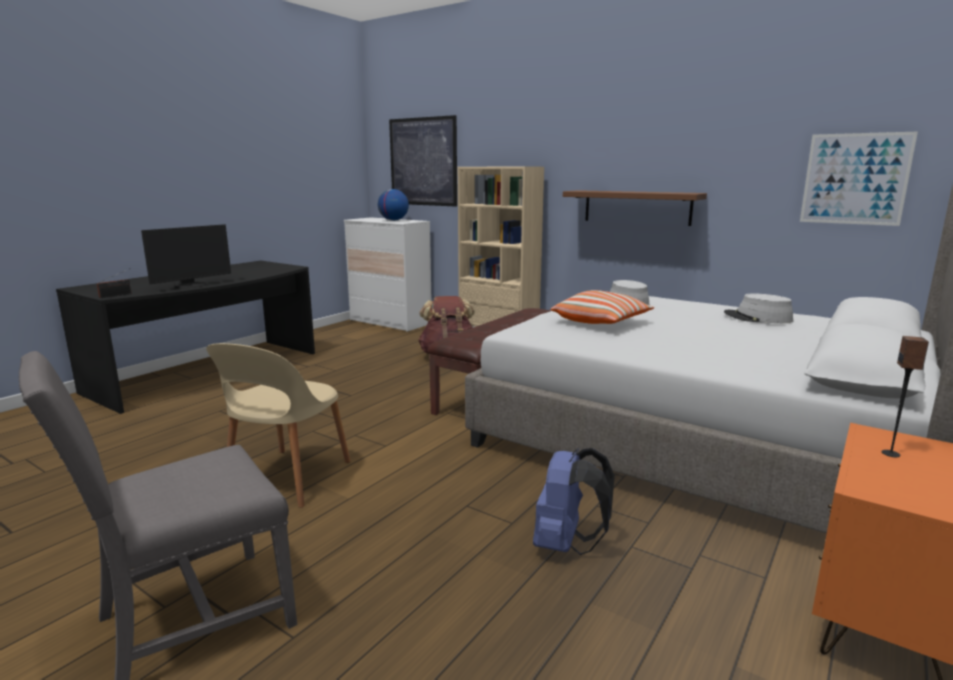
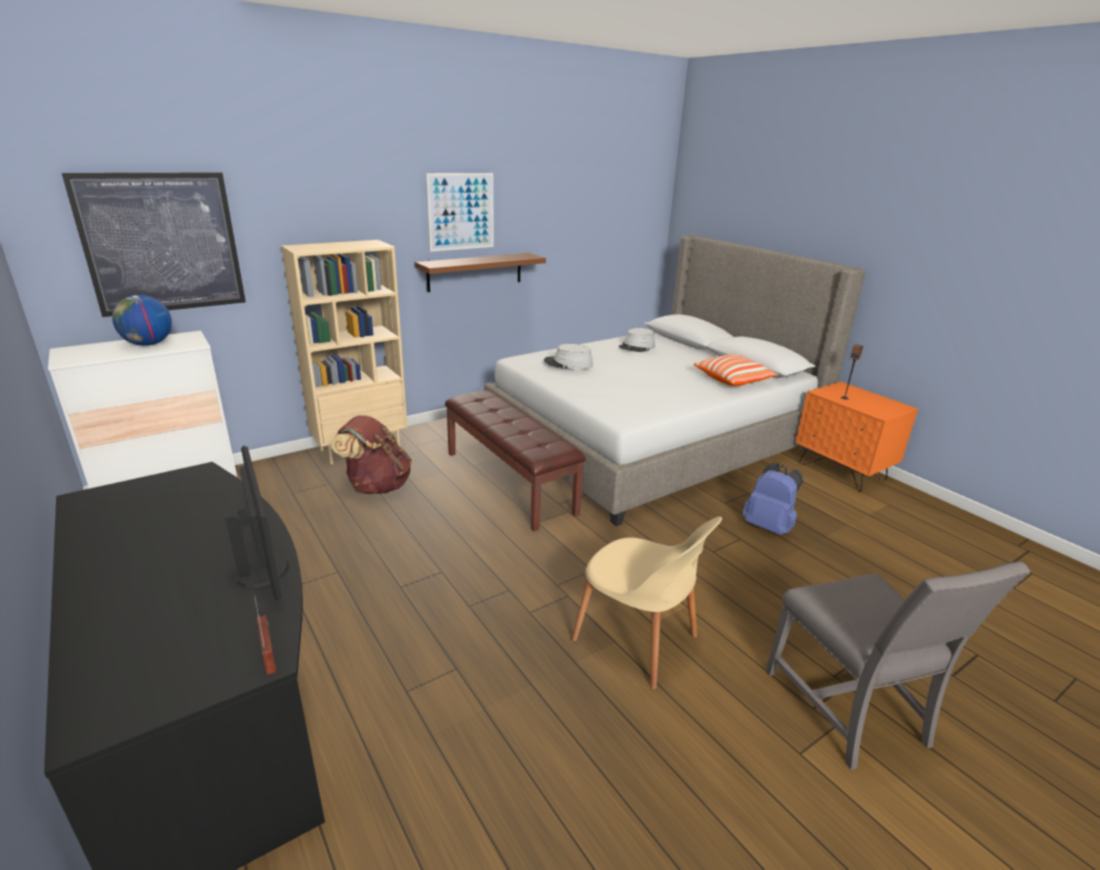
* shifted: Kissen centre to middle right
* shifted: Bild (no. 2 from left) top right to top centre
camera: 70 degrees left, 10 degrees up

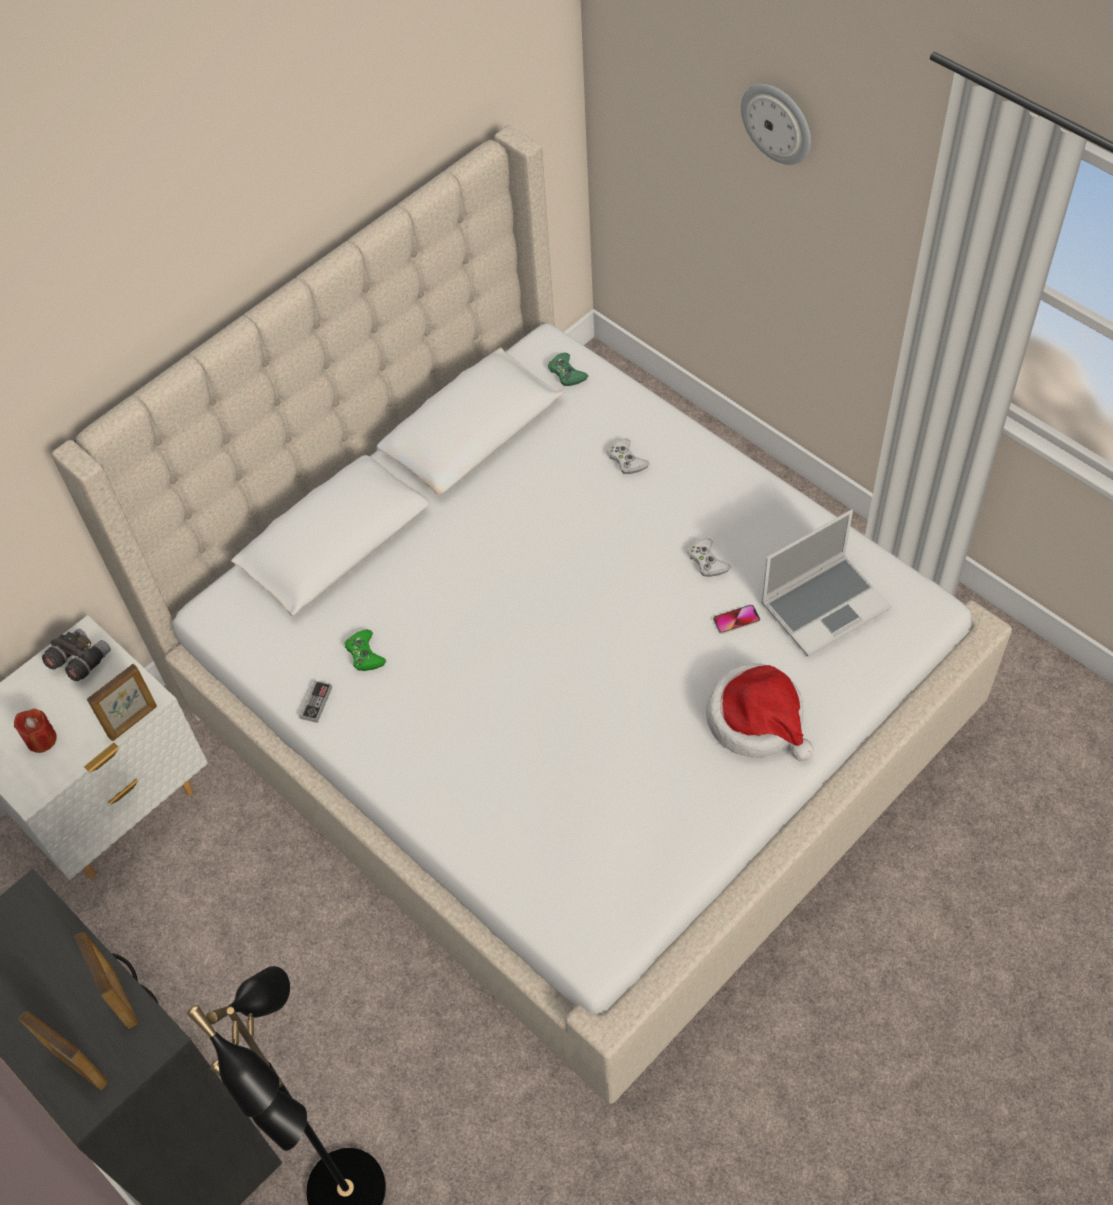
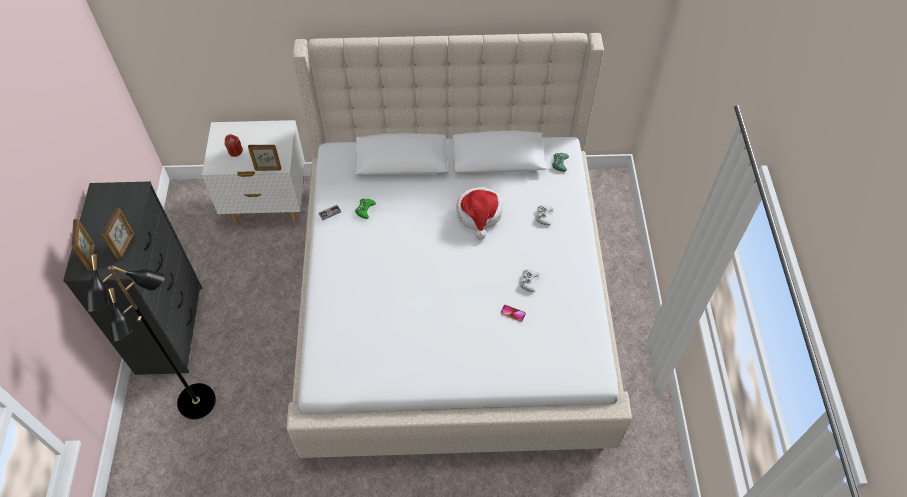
* gone: Fernglas (grau) middle left
* gone: Wanduhr top right
* gone: Laptop middle right
* shifted: Hut middle right to centre
camera: 40 degrees right, 0 degrees up

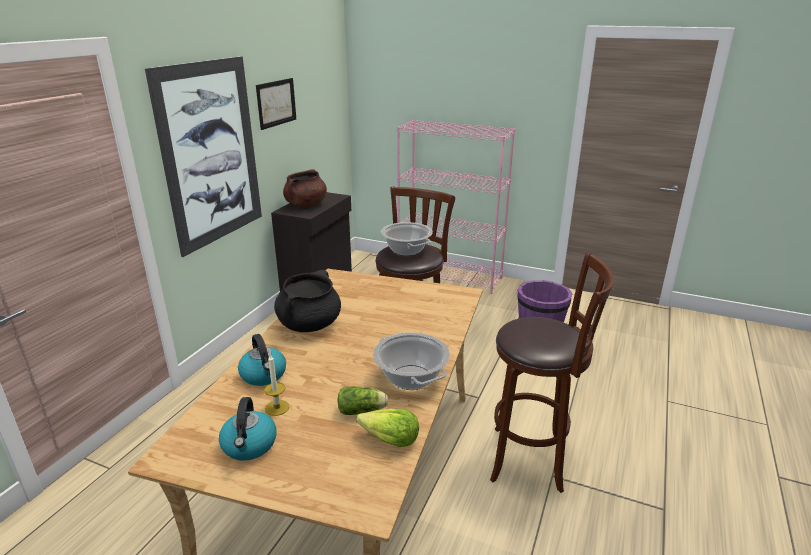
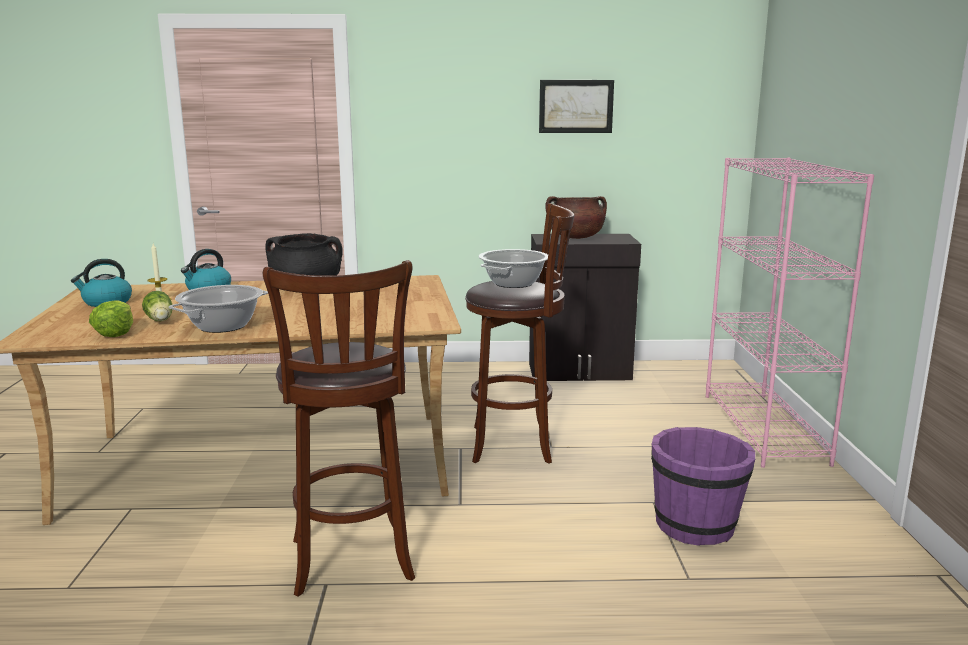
* gone: Bild (no. 1 from left) top left
camera: 65 degrees right, 10 degrees down

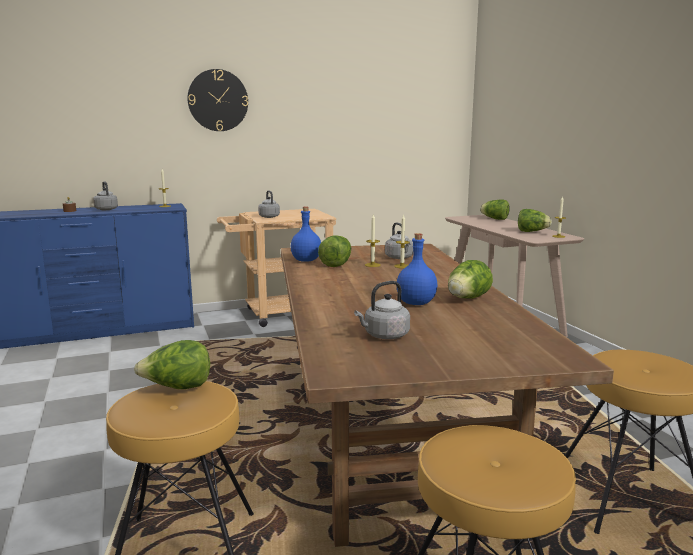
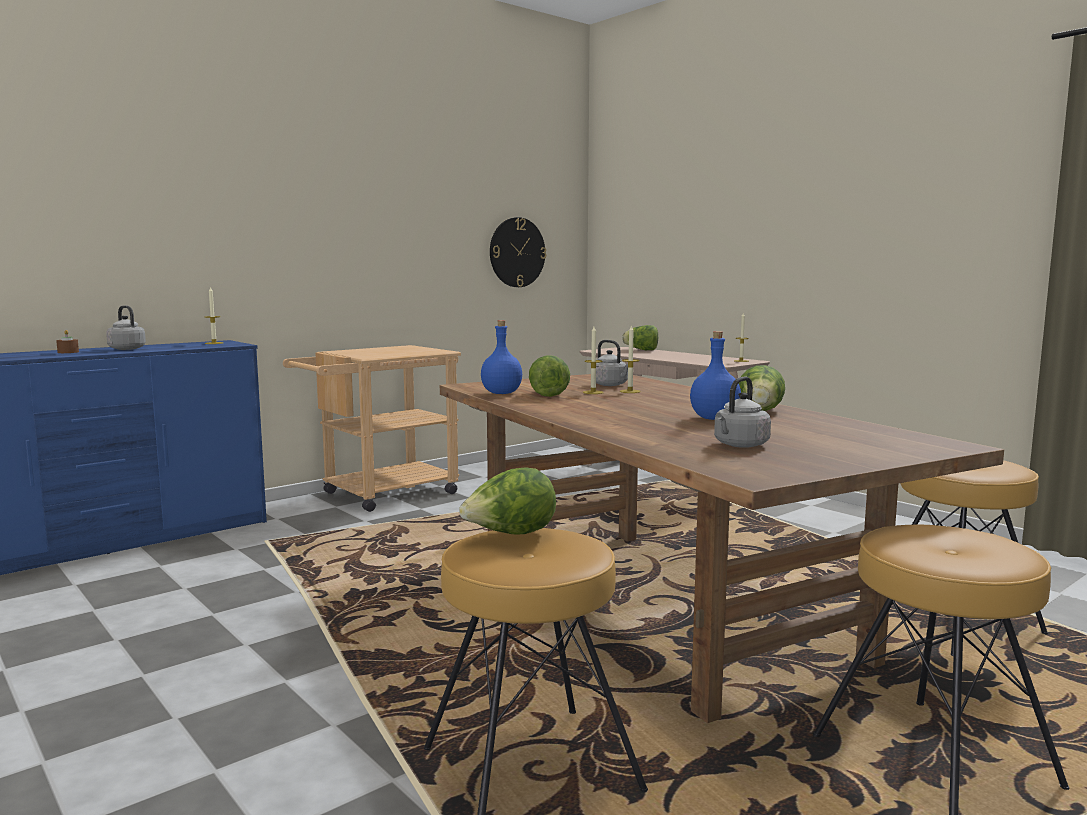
* gone: Wasserkessel (grau) (no. 2 from left) centre
* gone: Salatkopf (no. 5 from left) middle right
* shifted: Wanduhr top left to top centre
camera: 20 degrees left, 5 degrees down

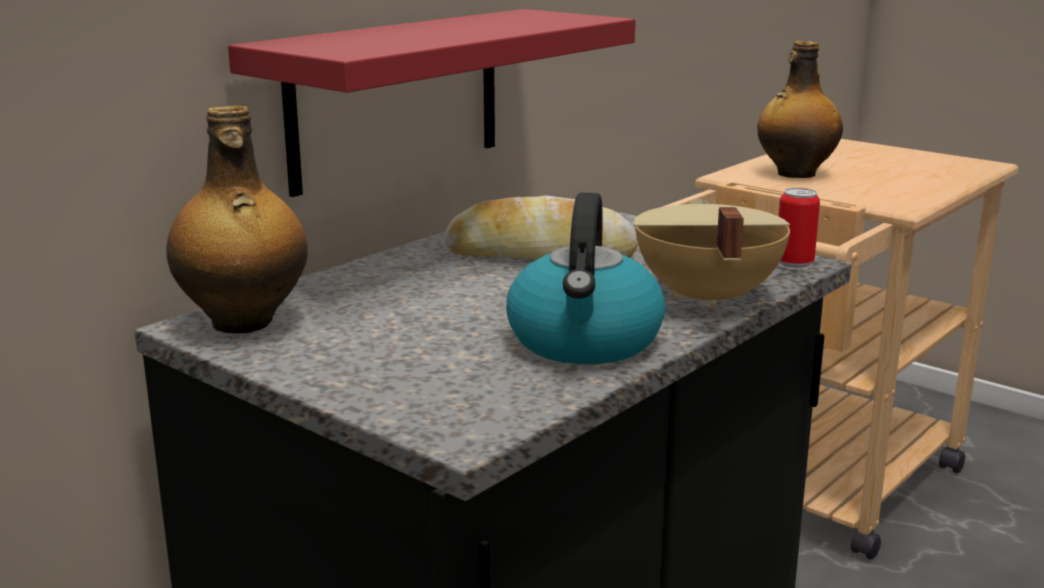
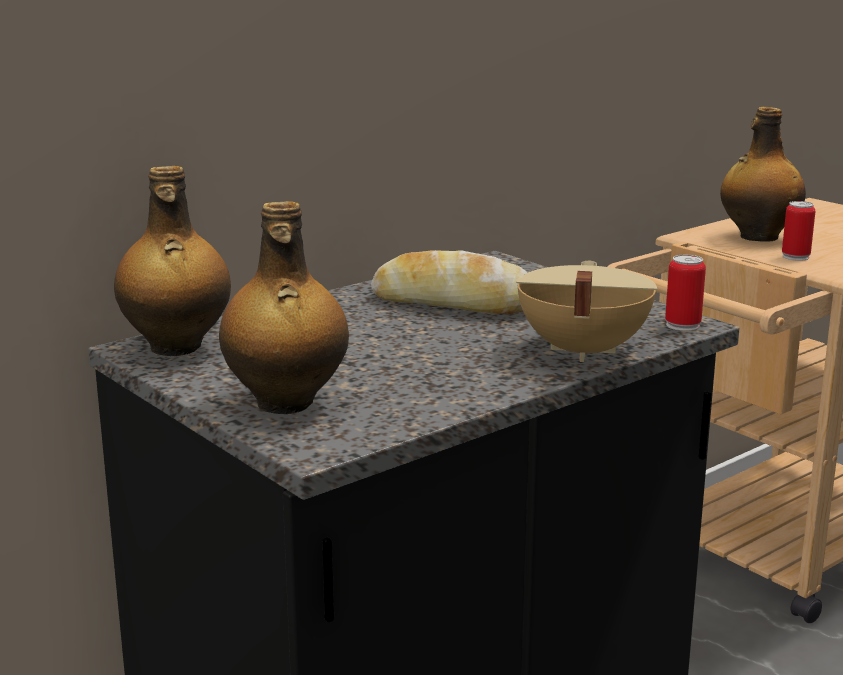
* gone: Wandregal (rot) top centre
* gone: Wasserkessel centre
* new: Flasche (no. 2 from left) centre
* new: Dose (no. 2 from left) middle right
camera: 10 degrees right, 0 degrees up

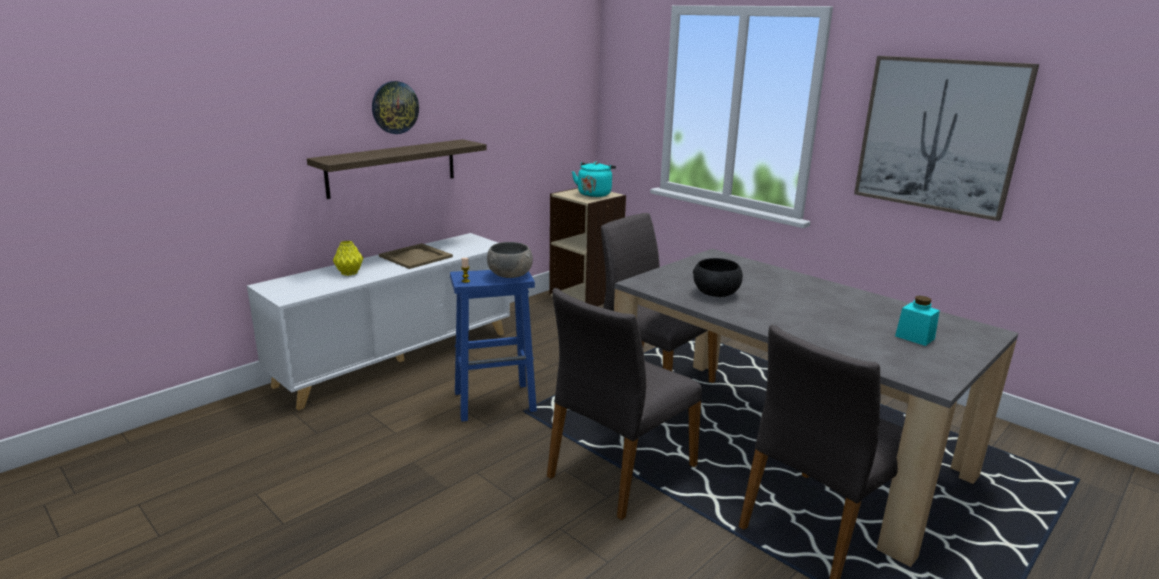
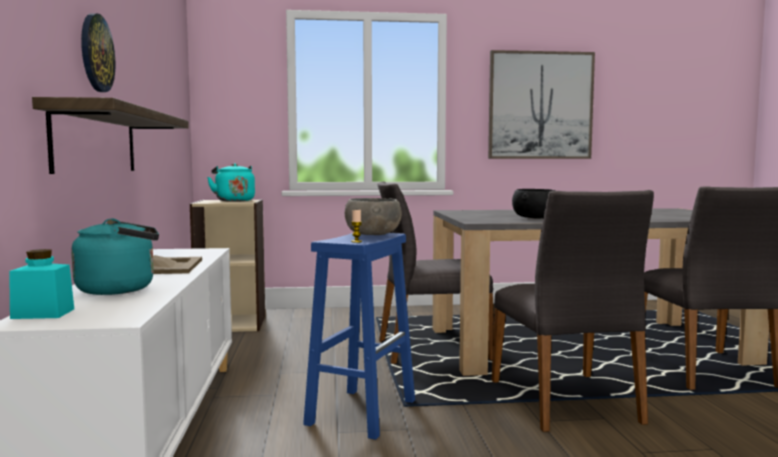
* shifted: Vorratsglas (türkis) middle right to middle left
* swapped: Vase (gelb) middle left to Wasserkessel (türkis) (no. 1 from left) middle left
camera: 50 degrees left, 15 degrees down

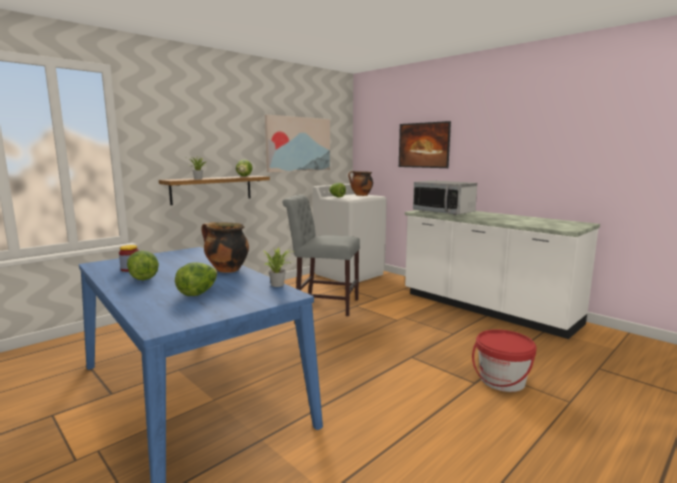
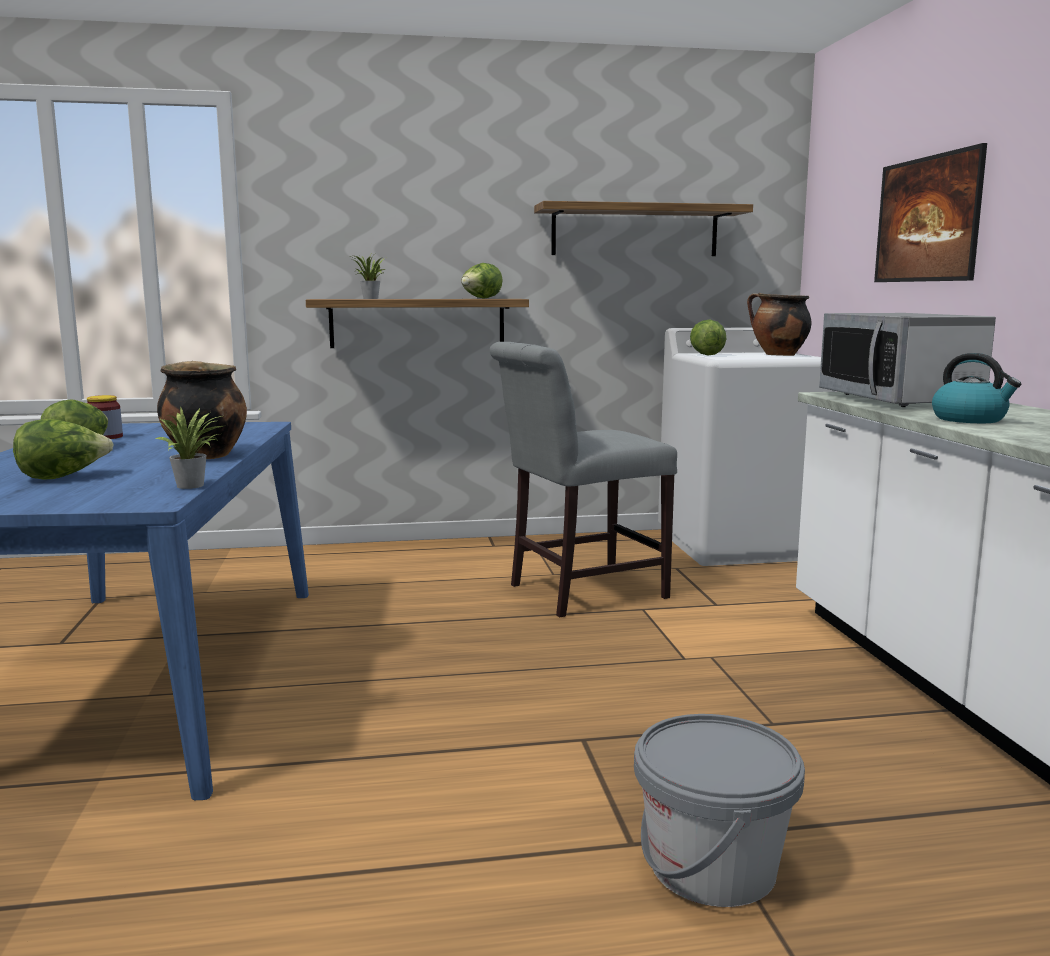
* new: Wasserkessel middle right
* swapped: Bild (no. 1 from left) top centre to Wandregal (no. 2 from left) top centre
* repainted: Eimer (rot) bottom right to Eimer (grau) bottom right
* rotated: Stuhl (grau) centre = centre 75 degrees counterclockwise
camera: 35 degrees right, 0 degrees up

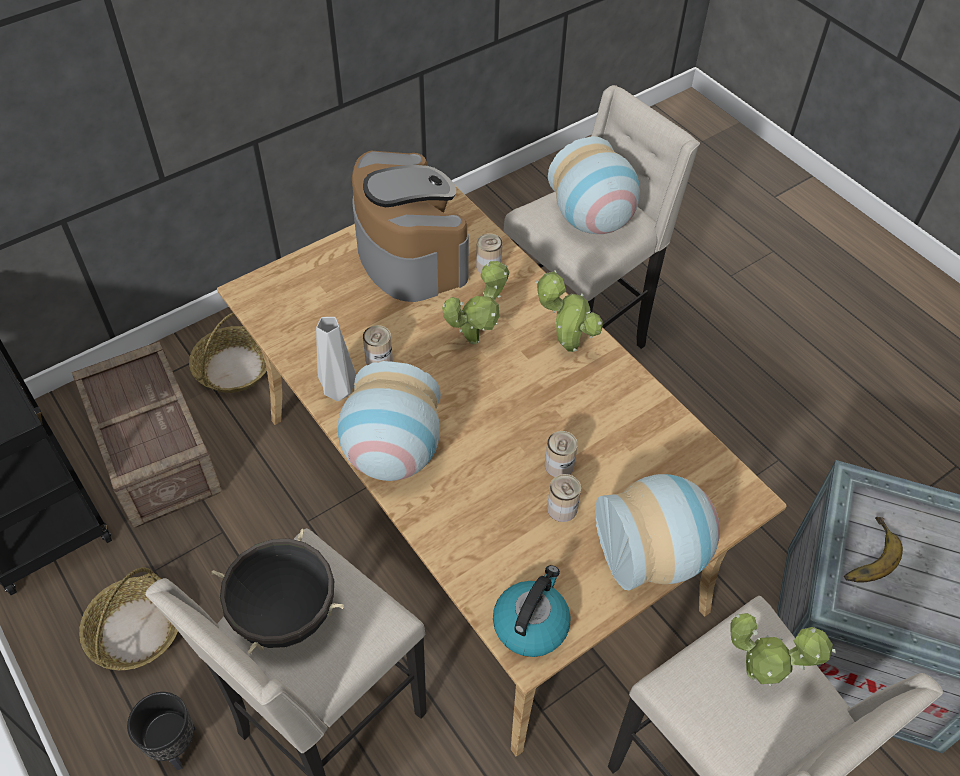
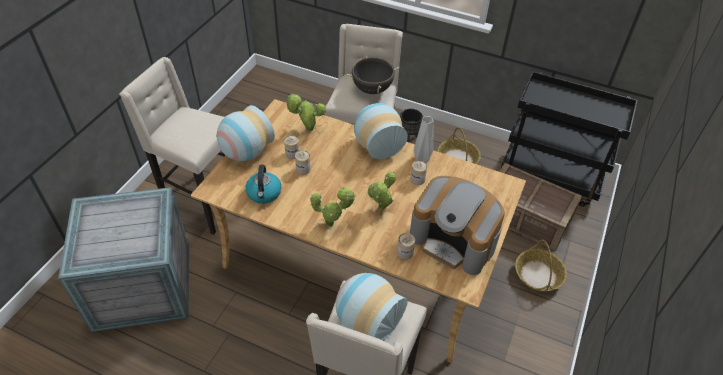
* gone: Banane bottom right
* shifted: Wasserkessel bottom centre to centre
* shifted: Topfpflanze (no. 3 from left in the first image) bottom right to Topfpflanze (no. 1 from left) top centre
camera: 150 degrees right, 5 degrees down

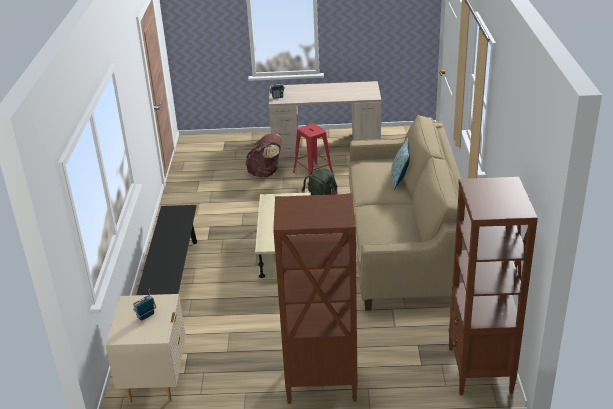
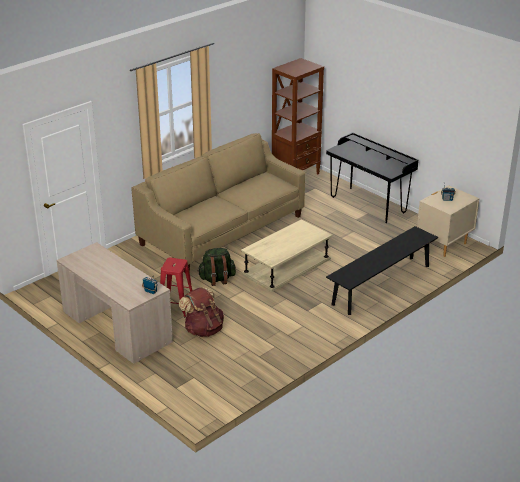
* gone: Kissen centre
* swapped: Bücherregal (braun) (no. 1 from left) bottom centre to Schreibtisch (schwarz) middle right
camera: 135 degrees left, 0 degrees up

